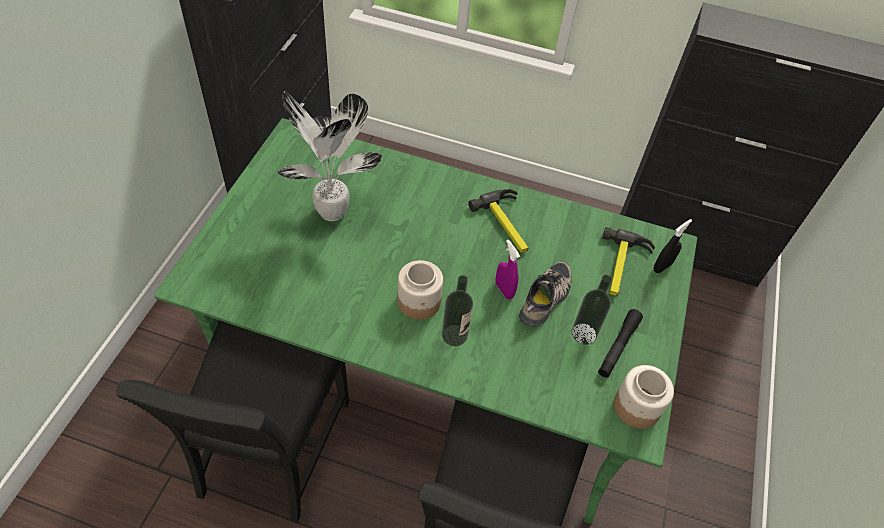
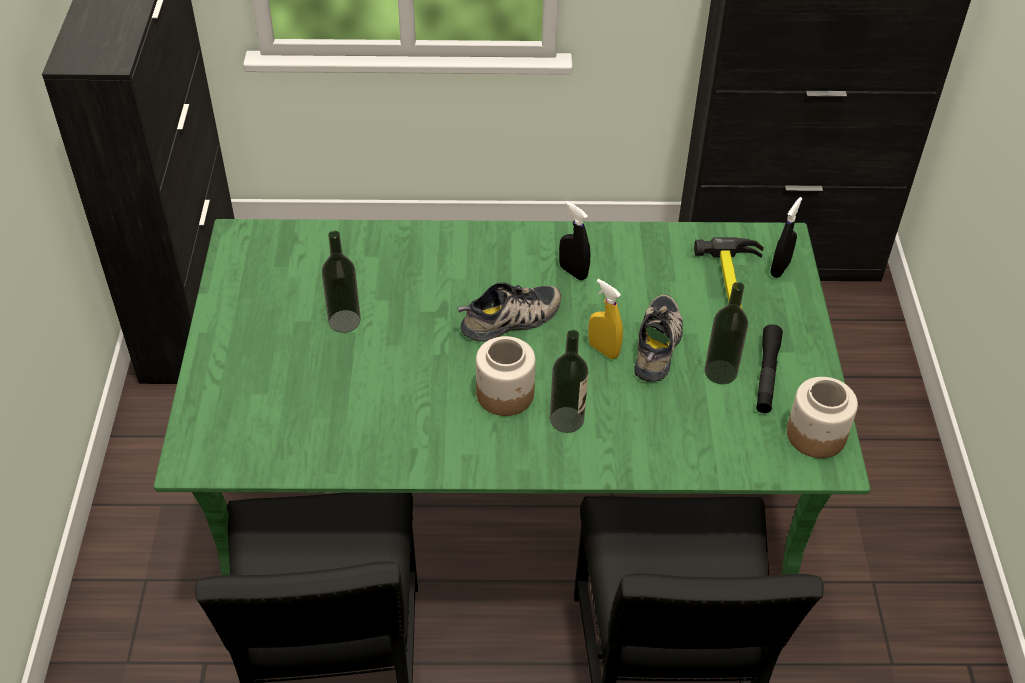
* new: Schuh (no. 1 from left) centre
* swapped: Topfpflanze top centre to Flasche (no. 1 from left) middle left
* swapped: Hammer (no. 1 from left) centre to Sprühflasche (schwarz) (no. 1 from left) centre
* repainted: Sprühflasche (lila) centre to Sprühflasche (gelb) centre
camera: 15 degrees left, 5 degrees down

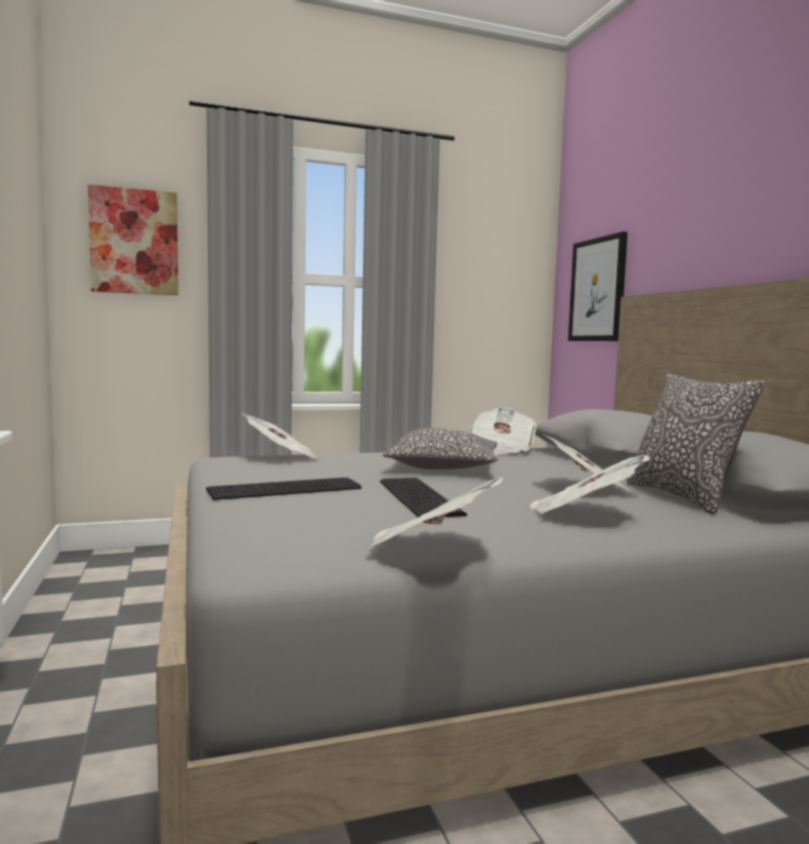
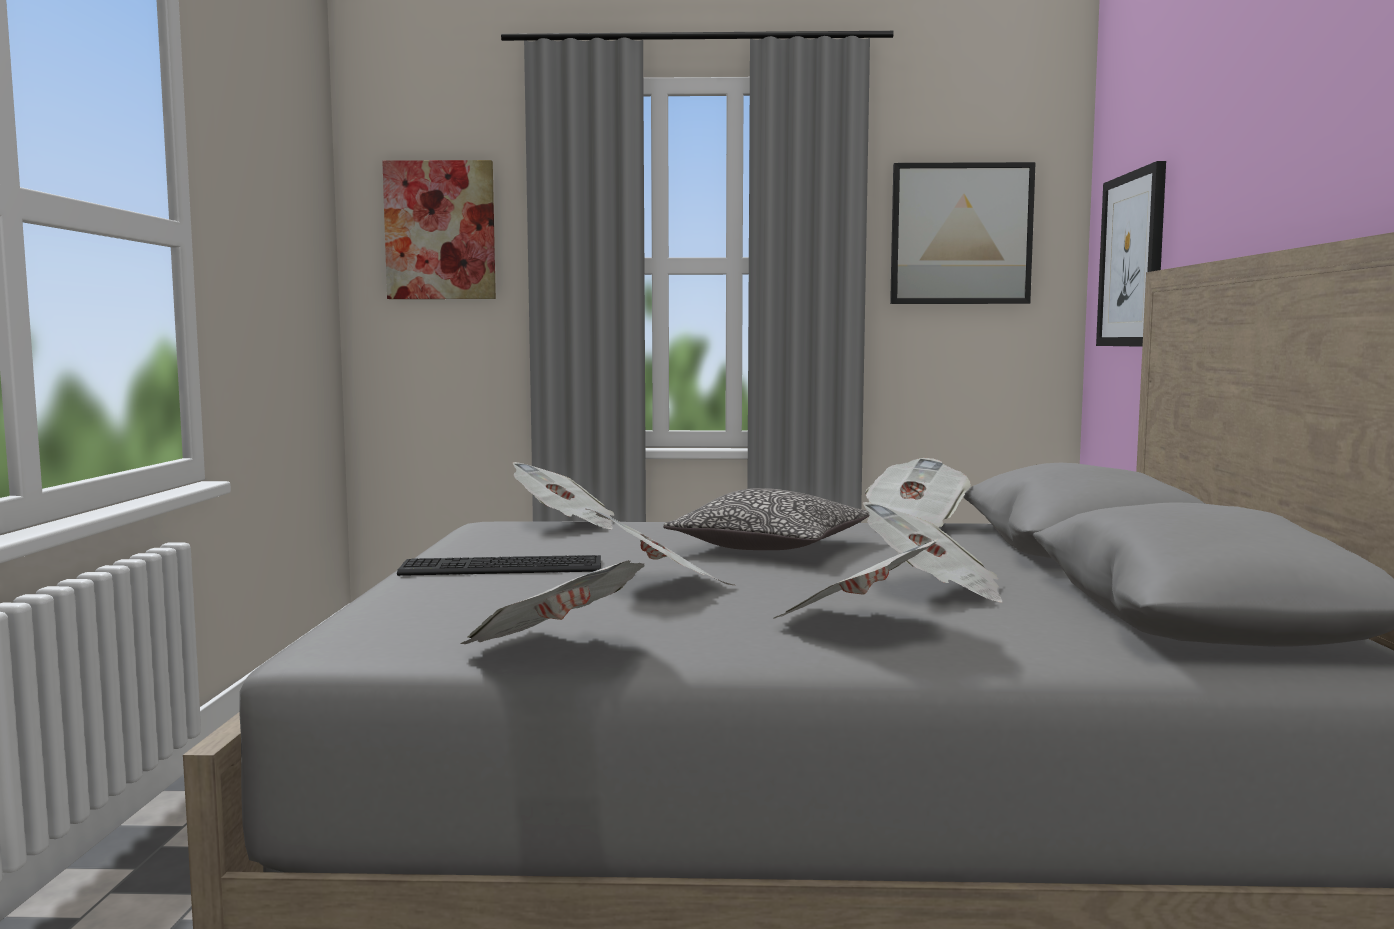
* gone: Kissen (no. 2 from left) middle right
* new: Bild (no. 2 from left) top right
* swapped: Tastatur (no. 2 from left) centre to Zeitung (no. 3 from left) centre
camera: 20 degrees right, 0 degrees up

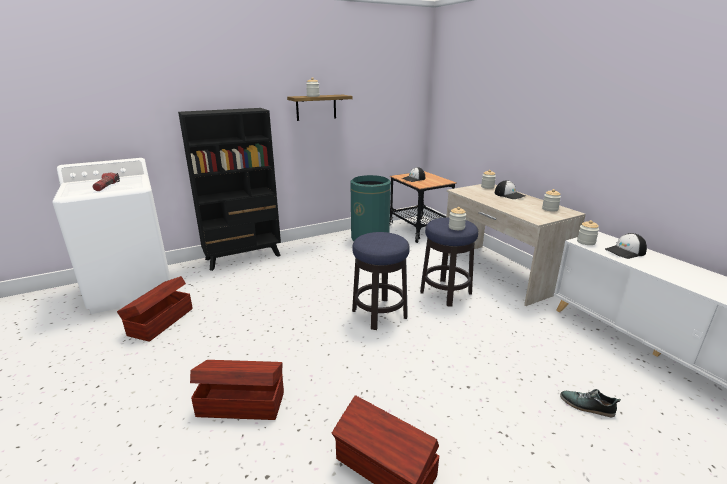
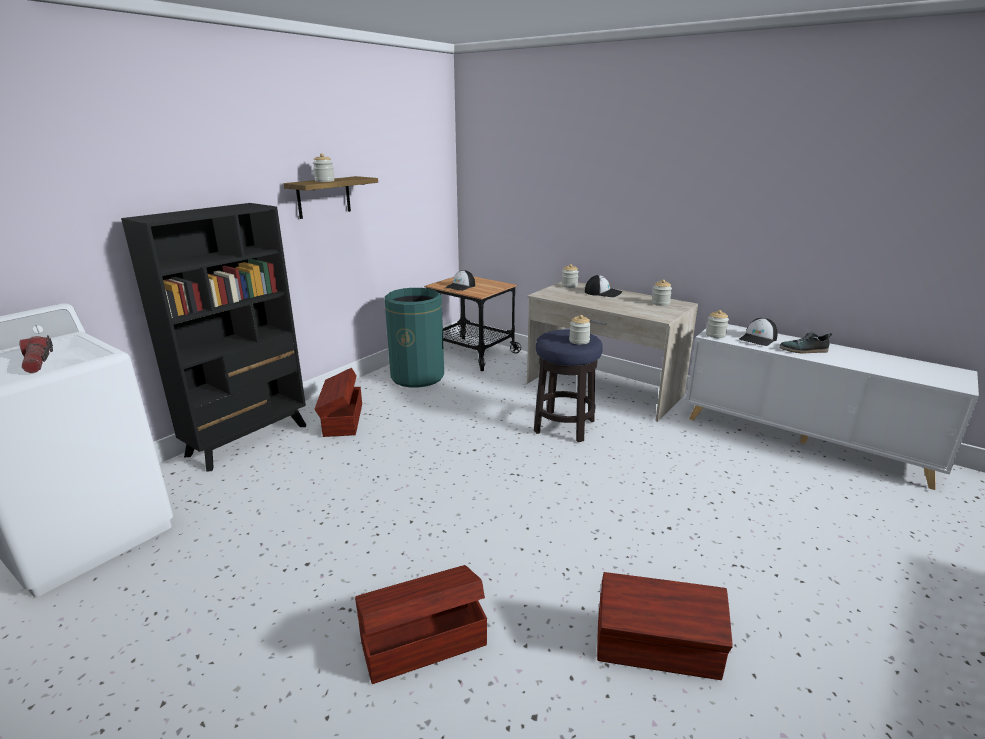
* gone: Hocker (no. 1 from left) centre
* shifted: Aufbewahrungsbox (braun) (no. 1 from left) middle left to centre
* shifted: Schuh bottom right to middle right
camera: 25 degrees left, 0 degrees up

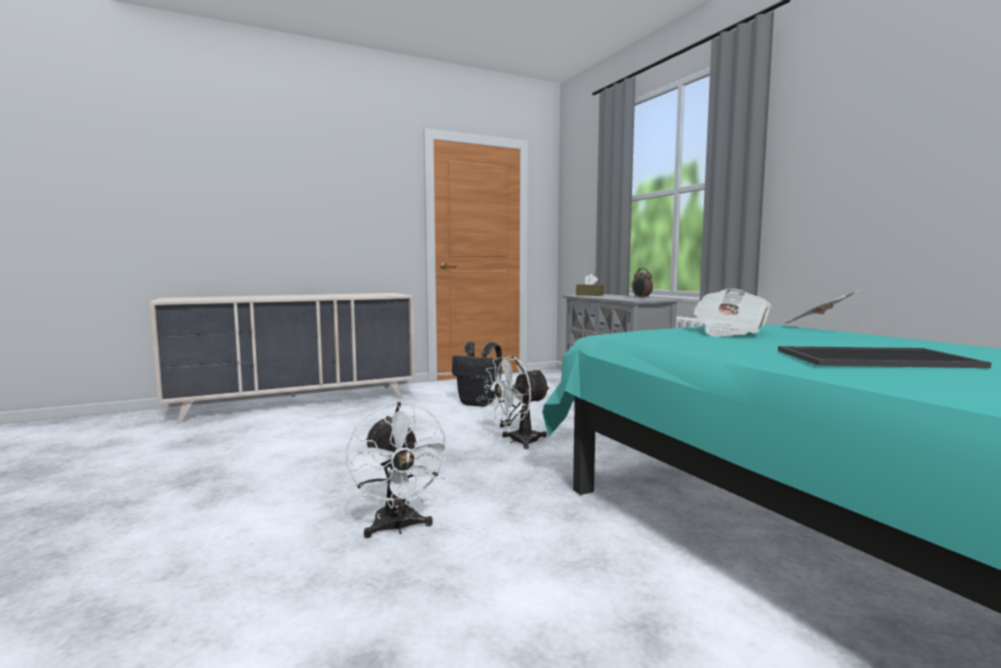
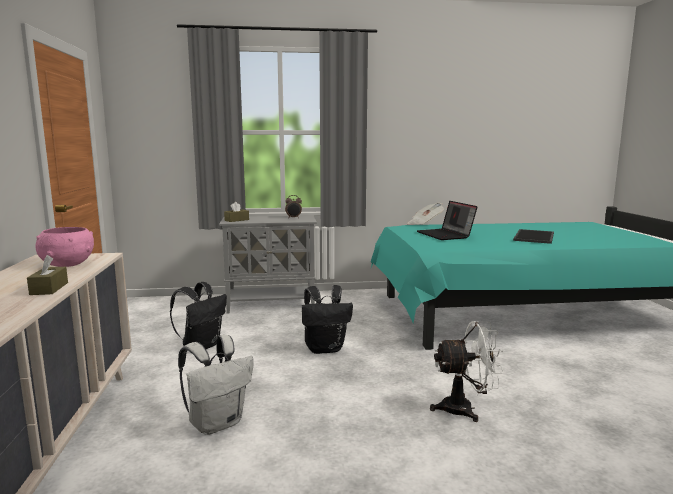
* new: Taschentuchbox (braun) (no. 1 from left) middle left
* new: Schüssel (rosa) middle left
* new: Rucksack (weiß) bottom left
* swapped: Ventilator (weiß) (no. 2 from left) centre to Rucksack (schwarz) (no. 2 from left) centre
* swapped: Zeitung (no. 1 from left) middle right to Laptop centre
camera: 70 degrees left, 5 degrees up

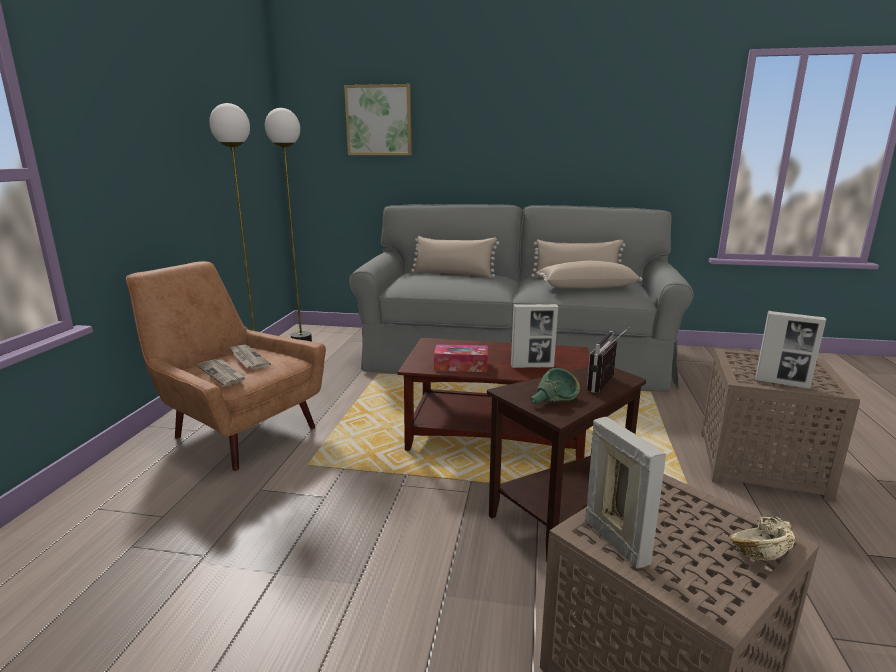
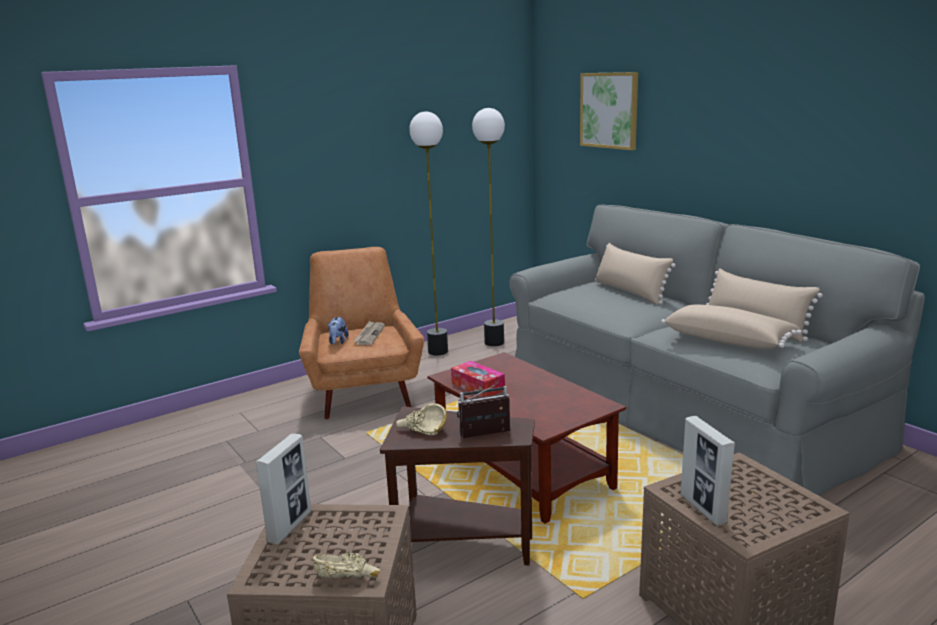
* gone: Bilderrahmen (no. 1 from left) centre
* swapped: Zeitung (no. 1 from left) middle left to Plüschtier centre
* repainted: Schüssel (grün) centre to Schüssel (beige) (no. 2 from left) bottom centre
camera: 45 degrees right, 0 degrees up

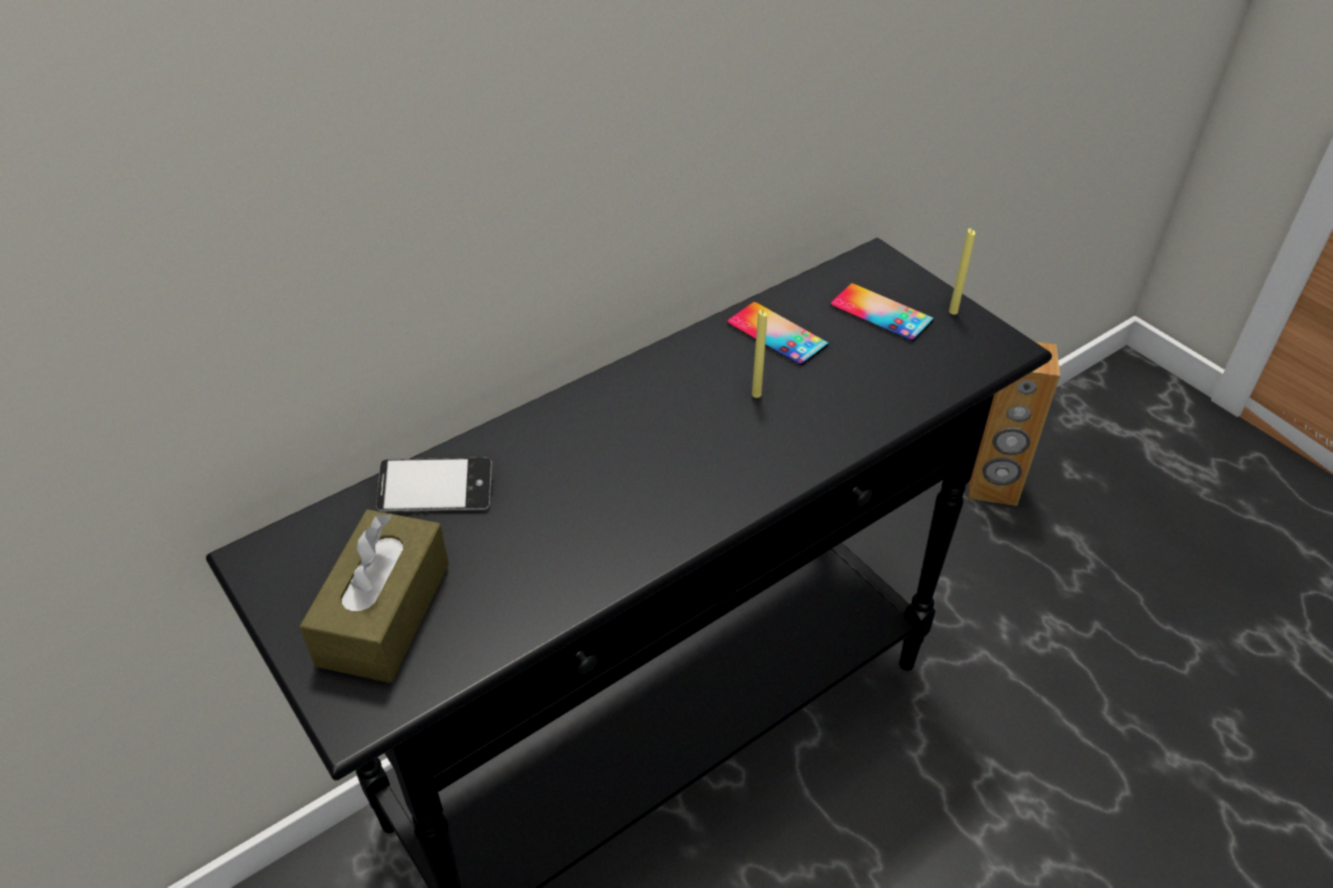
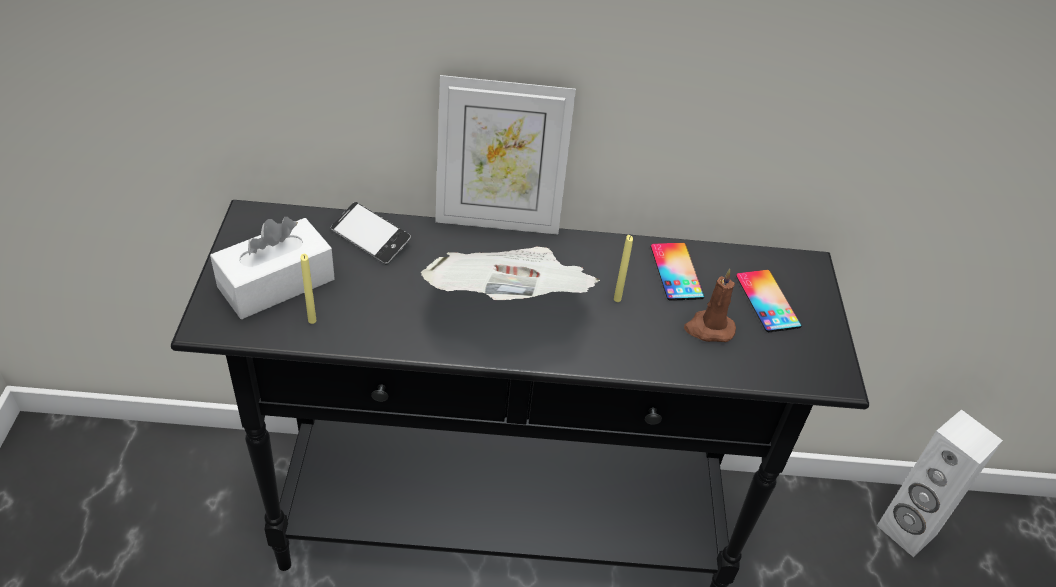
* new: Zeitung centre
* new: Bilderrahmen top centre
* new: Kerze (braun) middle right
* shifted: Kerze (gelb) (no. 2 from left in the first image) top right to Kerze (gelb) (no. 1 from left) middle left
* repainted: Taschentuchbox (braun) bottom left to Taschentuchbox (weiß) middle left
* repainted: Lautsprecher (braun) middle right to Lautsprecher (weiß) bottom right
camera: 35 degrees right, 0 degrees up

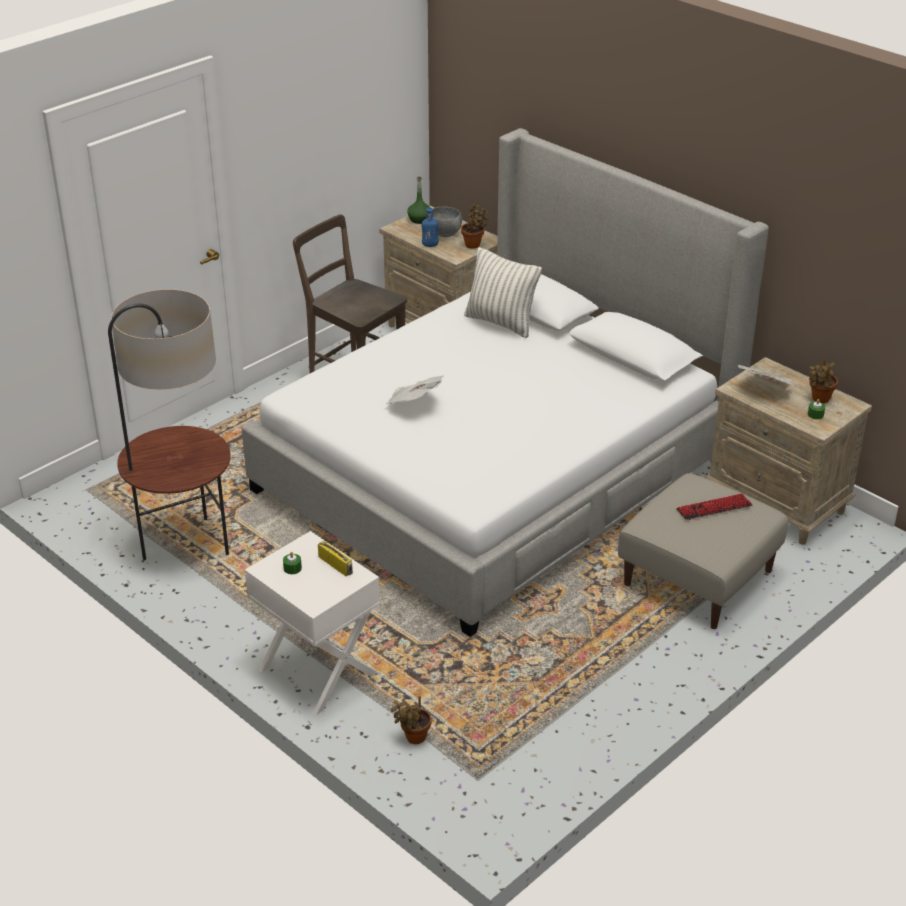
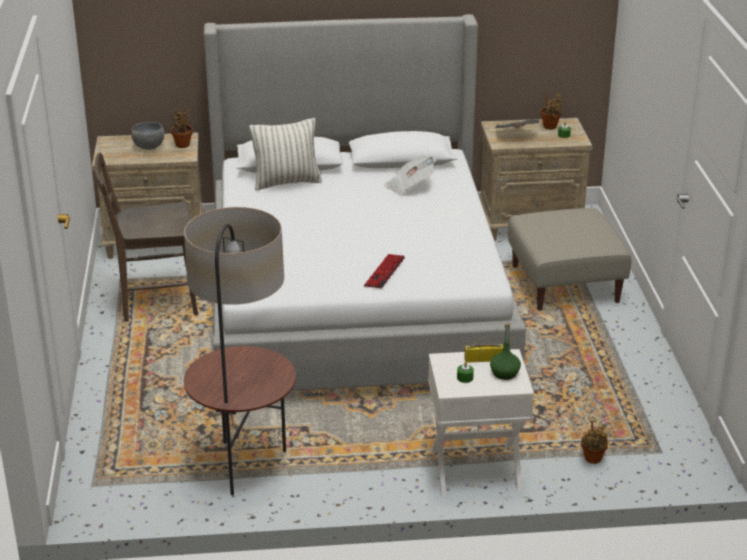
* gone: Flasche (blau) top centre
* shifted: Zeitung (no. 1 from left) centre to top centre
* shifted: Flasche (grün) top centre to middle right
* shifted: Tastatur middle right to centre
camera: 50 degrees left, 5 degrees down

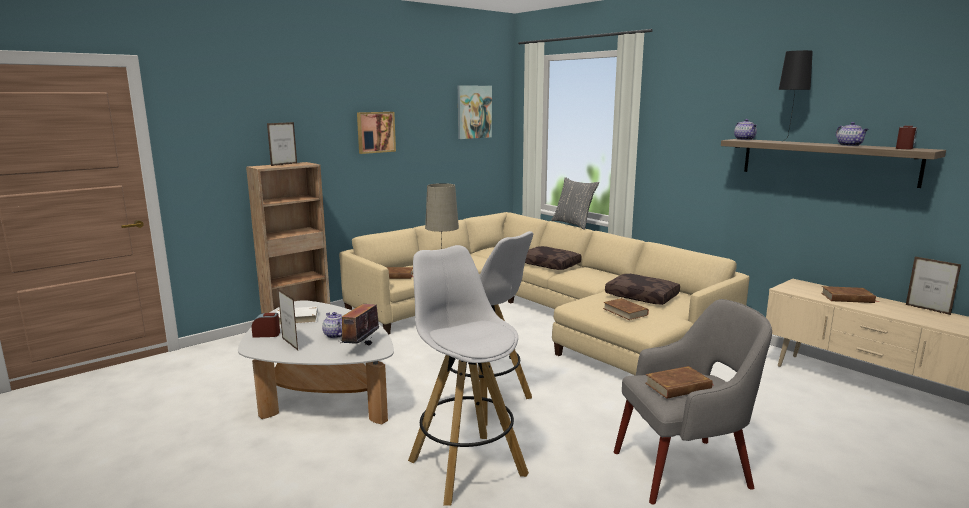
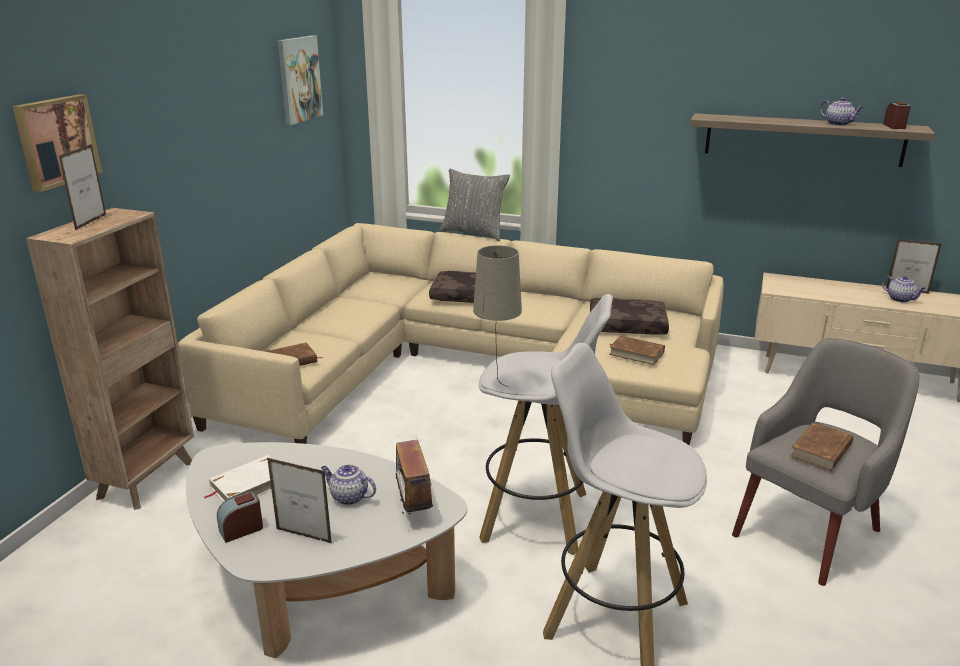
* gone: Tischlampe (schwarz) top right
* gone: Buch (braun) (no. 4 from left) middle right
* shifted: Bild (no. 1 from left) top centre to top left
* shifted: Teekanne (no. 2 from left in the first image) top right to Teekanne (no. 3 from left) middle right
camera: 30 degrees left, 10 degrees up

